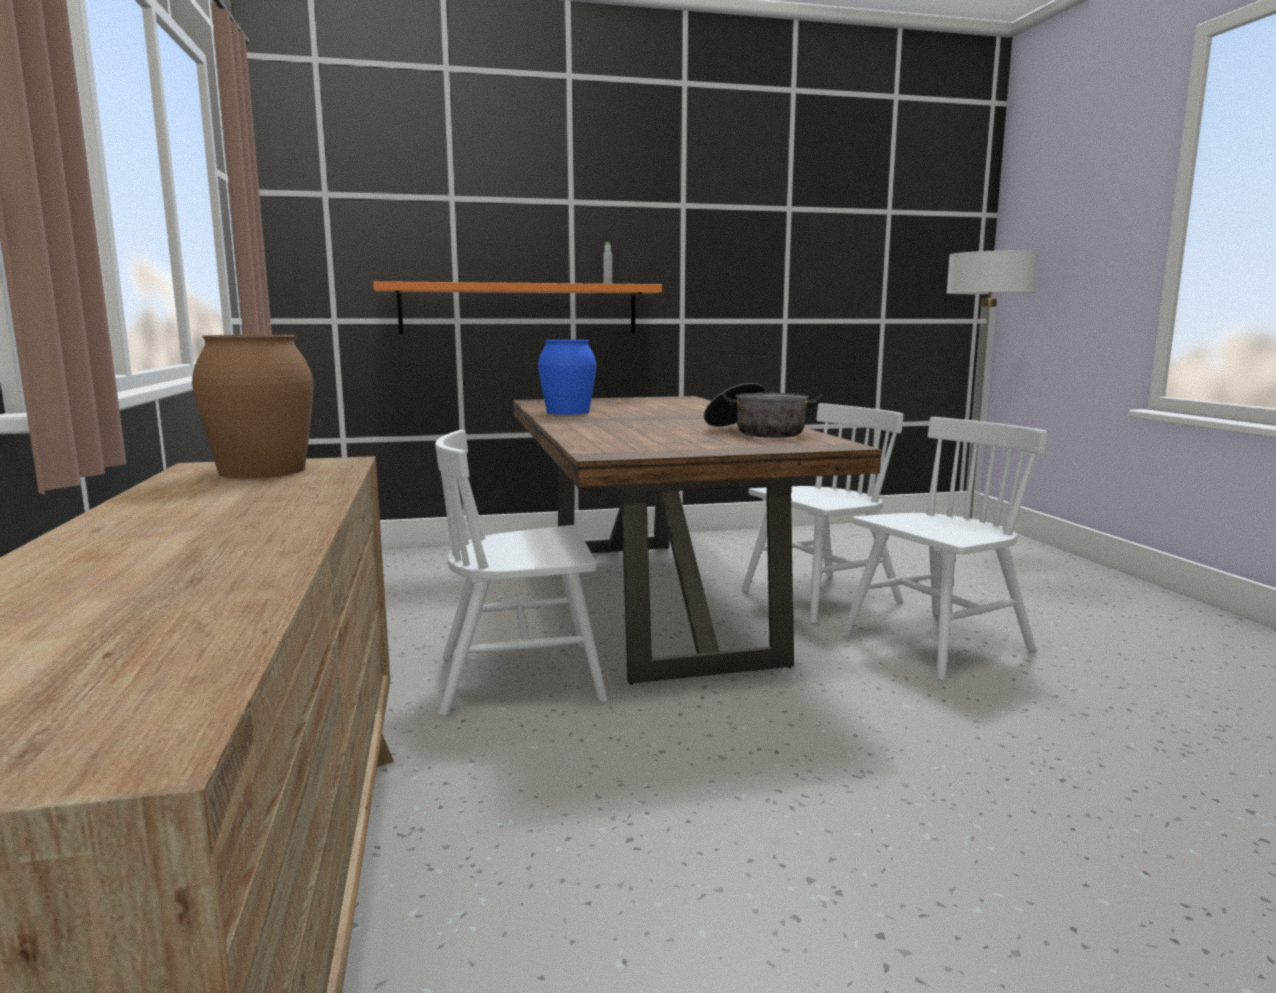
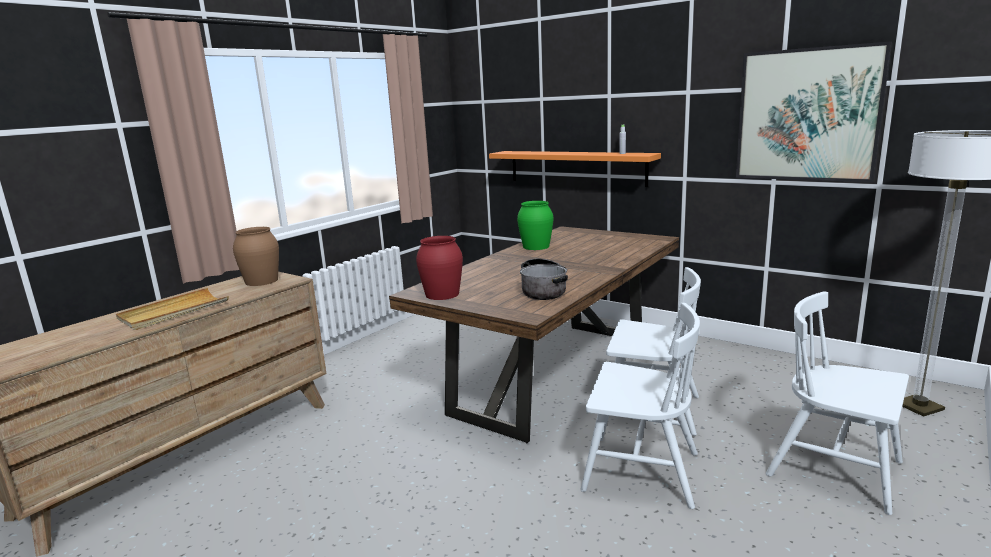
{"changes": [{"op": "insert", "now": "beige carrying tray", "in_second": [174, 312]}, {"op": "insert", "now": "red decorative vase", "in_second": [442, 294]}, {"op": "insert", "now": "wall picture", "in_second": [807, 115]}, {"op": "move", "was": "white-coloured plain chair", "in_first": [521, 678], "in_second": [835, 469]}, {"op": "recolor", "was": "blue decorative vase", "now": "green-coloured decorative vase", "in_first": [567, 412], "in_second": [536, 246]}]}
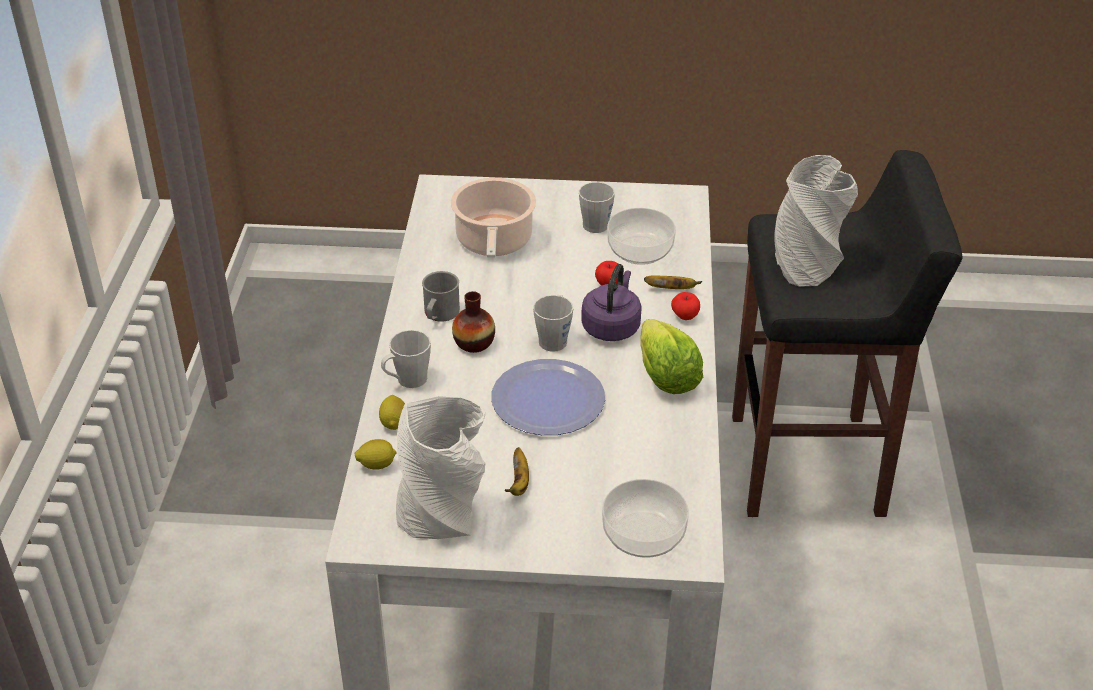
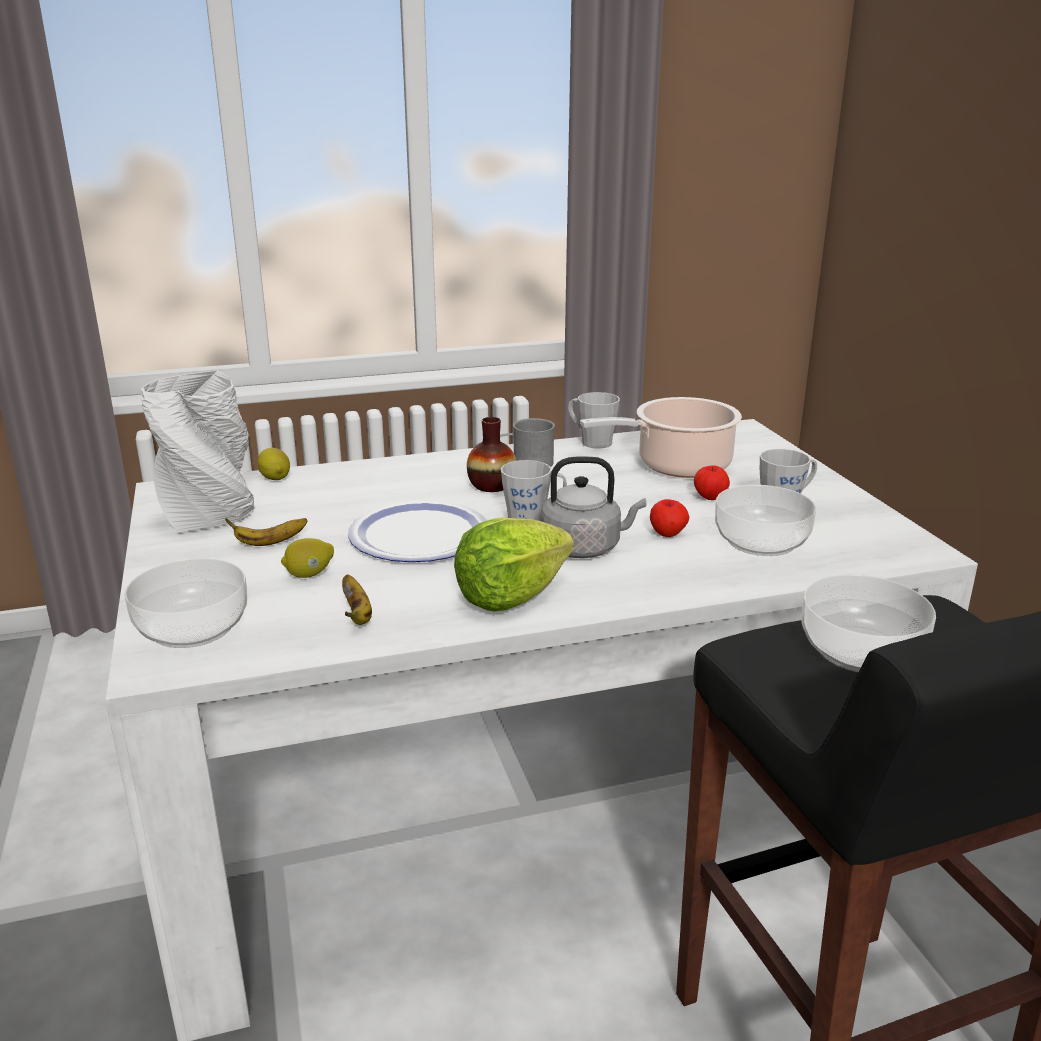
{"changes": [{"op": "move", "was": "whole lemon", "in_first": [394, 423], "in_second": [309, 574]}, {"op": "move", "was": "grey coffee mug", "in_first": [407, 380], "in_second": [591, 442]}, {"op": "move", "was": "banana fruit", "in_first": [671, 289], "in_second": [357, 615]}, {"op": "move", "was": "whole apple", "in_first": [684, 316], "in_second": [710, 497]}, {"op": "replace", "was": "grey decorative vase", "now": "bowl", "in_first": [806, 264], "in_second": [860, 649]}, {"op": "recolor", "was": "purple kettle", "now": "grey kettle", "in_first": [611, 326], "in_second": [585, 548]}]}
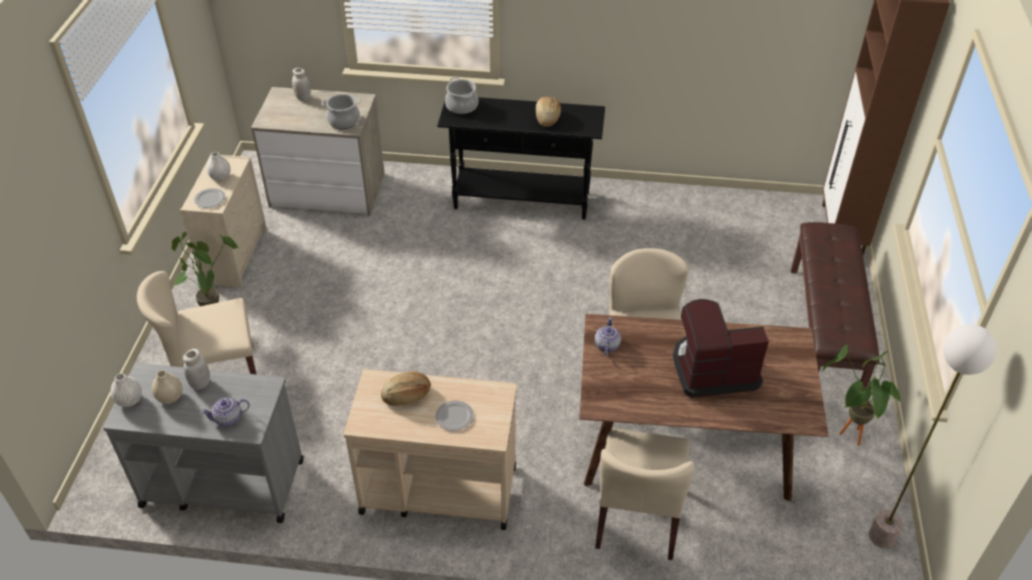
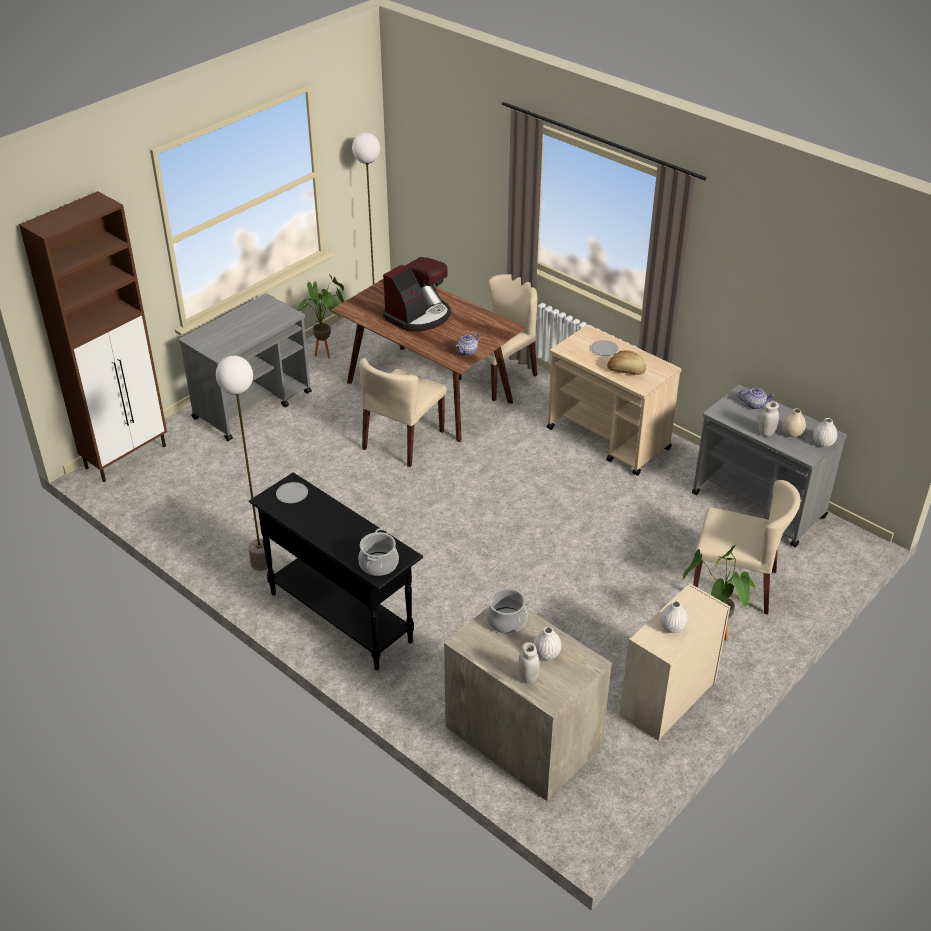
{"changes": [{"op": "delete", "was": "bakery bread", "in_first": [547, 117]}, {"op": "insert", "now": "standard lamp", "in_second": [261, 562]}, {"op": "insert", "now": "white-coloured decorative vase", "in_second": [546, 654]}, {"op": "move", "was": "plate", "in_first": [210, 199], "in_second": [291, 494]}, {"op": "replace", "was": "brown-coloured indoor bench", "now": "grey trolley", "in_first": [824, 333], "in_second": [253, 405]}, {"op": "rotate", "was": "coffee maker", "in_first": [713, 369], "in_second": [419, 316], "clockwise": -75}]}
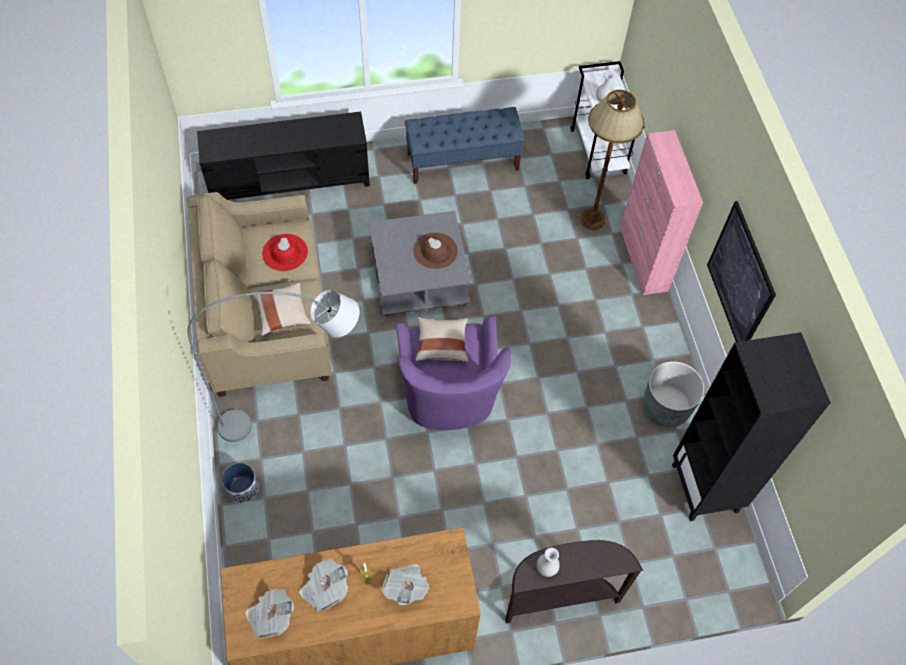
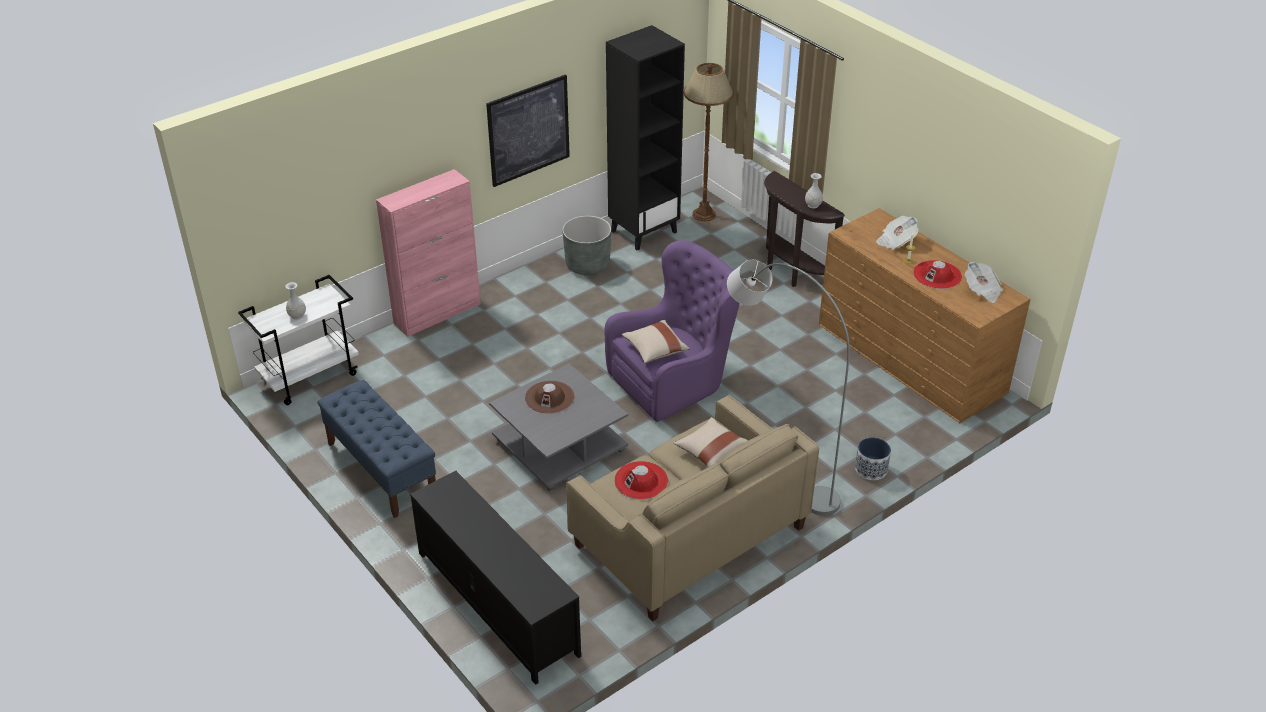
{"changes": [{"op": "move", "was": "brown-coloured standard lamp", "in_first": [592, 219], "in_second": [704, 214]}, {"op": "replace", "was": "newspaper", "now": "red wearable hat", "in_first": [324, 589], "in_second": [937, 275]}]}
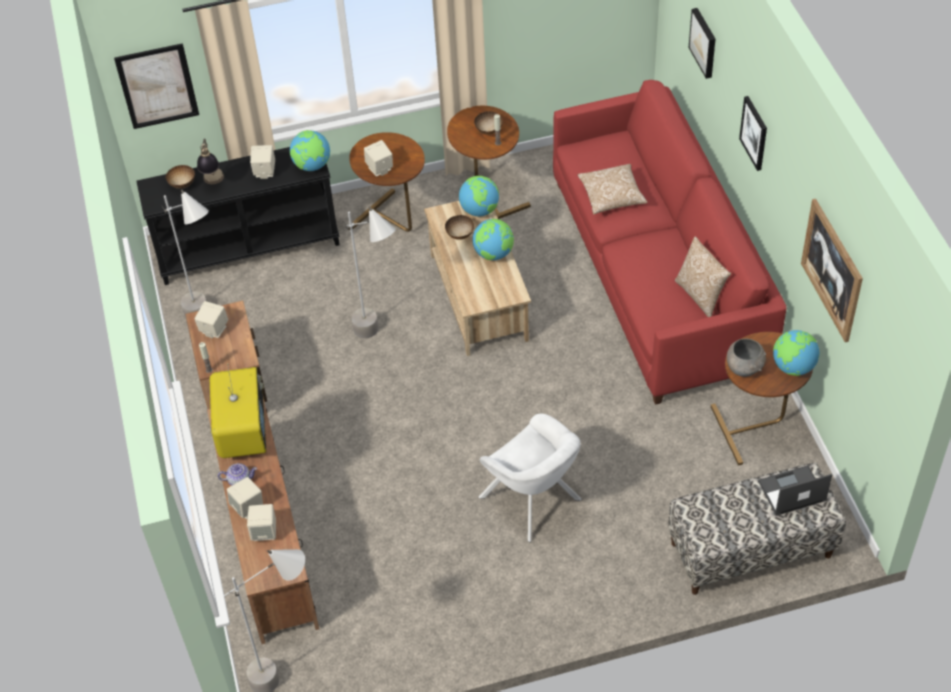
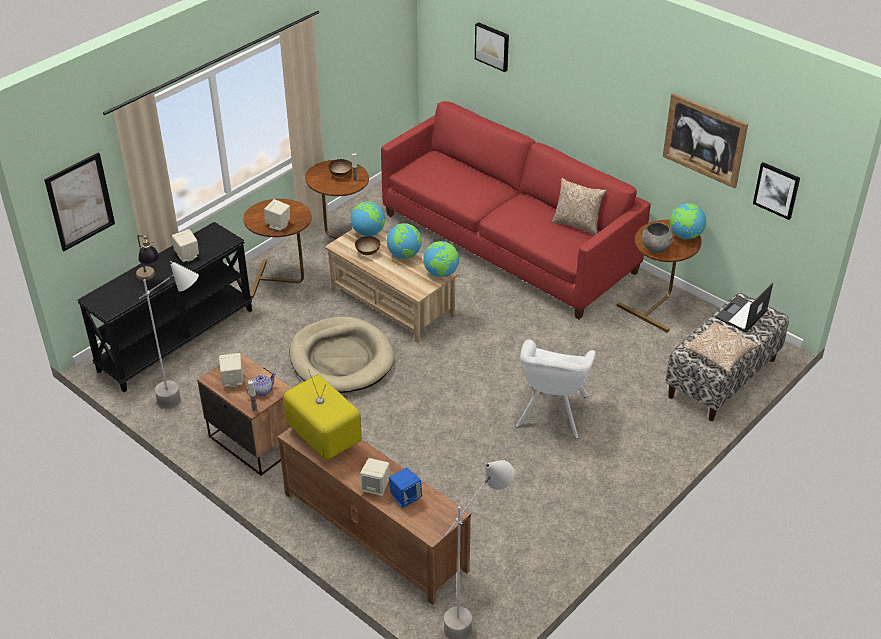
{"changes": [{"op": "delete", "was": "bowl", "in_first": [182, 184]}, {"op": "move", "was": "tea pot", "in_first": [239, 480], "in_second": [262, 391]}, {"op": "move", "was": "desk globe", "in_first": [312, 166], "in_second": [441, 273]}, {"op": "move", "was": "cushion", "in_first": [611, 196], "in_second": [719, 354]}, {"op": "move", "was": "wall picture", "in_first": [754, 133], "in_second": [776, 190]}, {"op": "replace", "was": "grey standard lamp", "now": "beige dog cushion", "in_first": [380, 339], "in_second": [341, 359]}, {"op": "recolor", "was": "beige speaker", "now": "blue speaker", "in_first": [264, 532], "in_second": [405, 497]}, {"op": "rotate", "was": "white-coloured easy chair", "in_first": [533, 501], "in_second": [551, 414], "clockwise": 90}]}
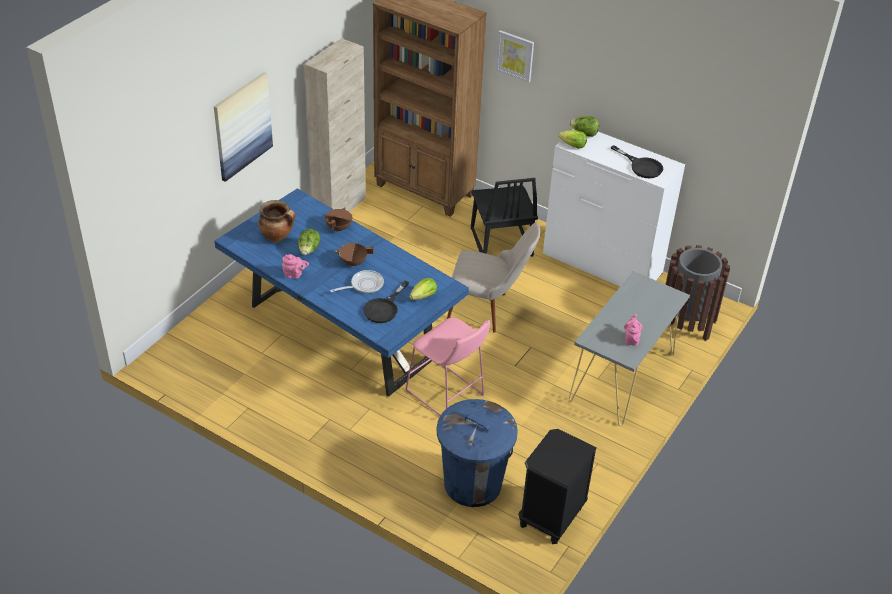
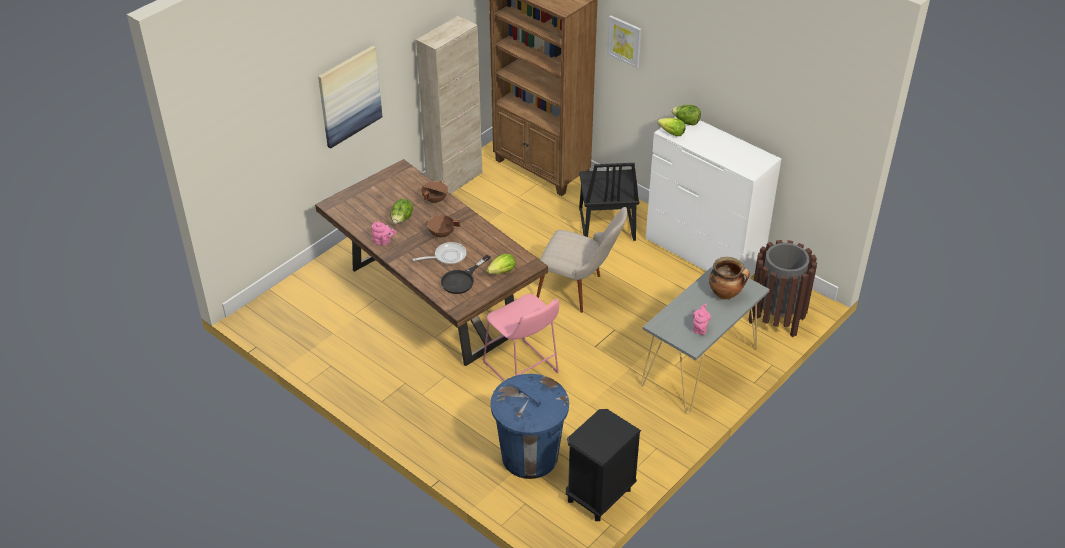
{"changes": [{"op": "delete", "was": "blackish skillet", "in_first": [641, 166]}, {"op": "move", "was": "saucepot", "in_first": [277, 237], "in_second": [726, 294]}, {"op": "recolor", "was": "blue dining table", "now": "brown-coloured dining table", "in_first": [340, 332], "in_second": [432, 301]}]}
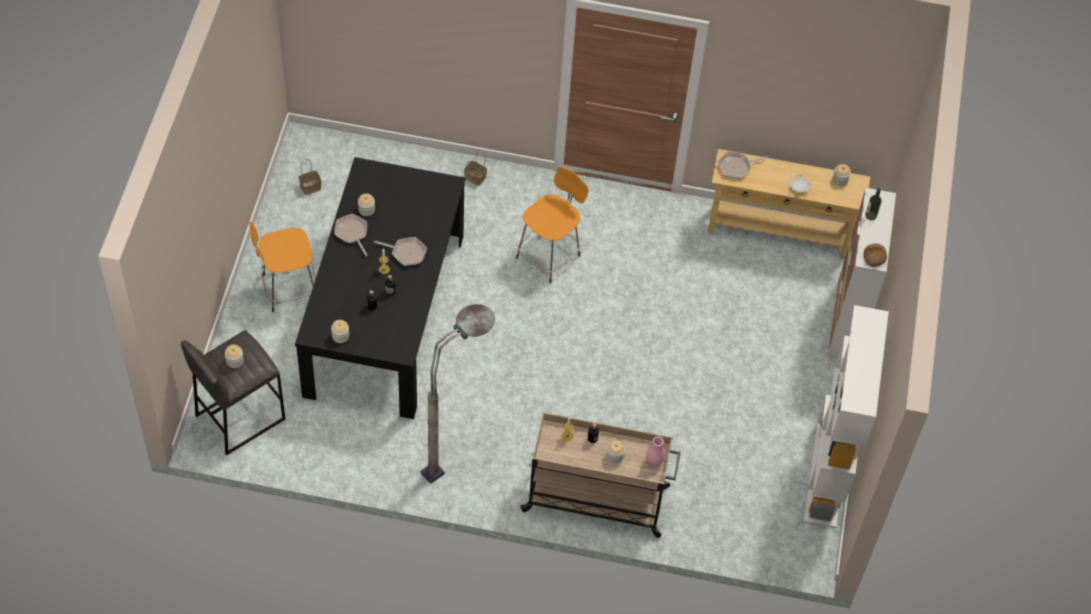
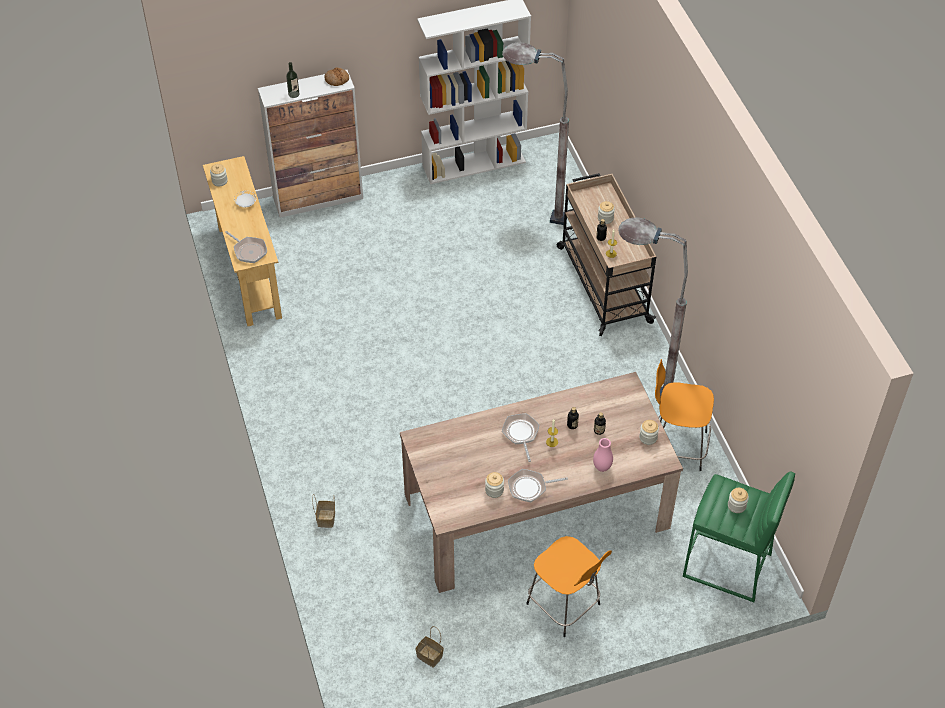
{"changes": [{"op": "insert", "now": "grey standard lamp", "in_second": [527, 213]}, {"op": "move", "was": "orange-coloured stool", "in_first": [549, 255], "in_second": [677, 446]}, {"op": "move", "was": "pink decorative vase", "in_first": [654, 461], "in_second": [602, 467]}, {"op": "recolor", "was": "grey stool", "now": "green-coloured stool", "in_first": [239, 417], "in_second": [727, 566]}, {"op": "recolor", "was": "blackish dining table", "now": "beige dining table", "in_first": [385, 314], "in_second": [536, 511]}, {"op": "rotate", "was": "skillet", "in_first": [352, 233], "in_second": [530, 487], "clockwise": 45}]}
